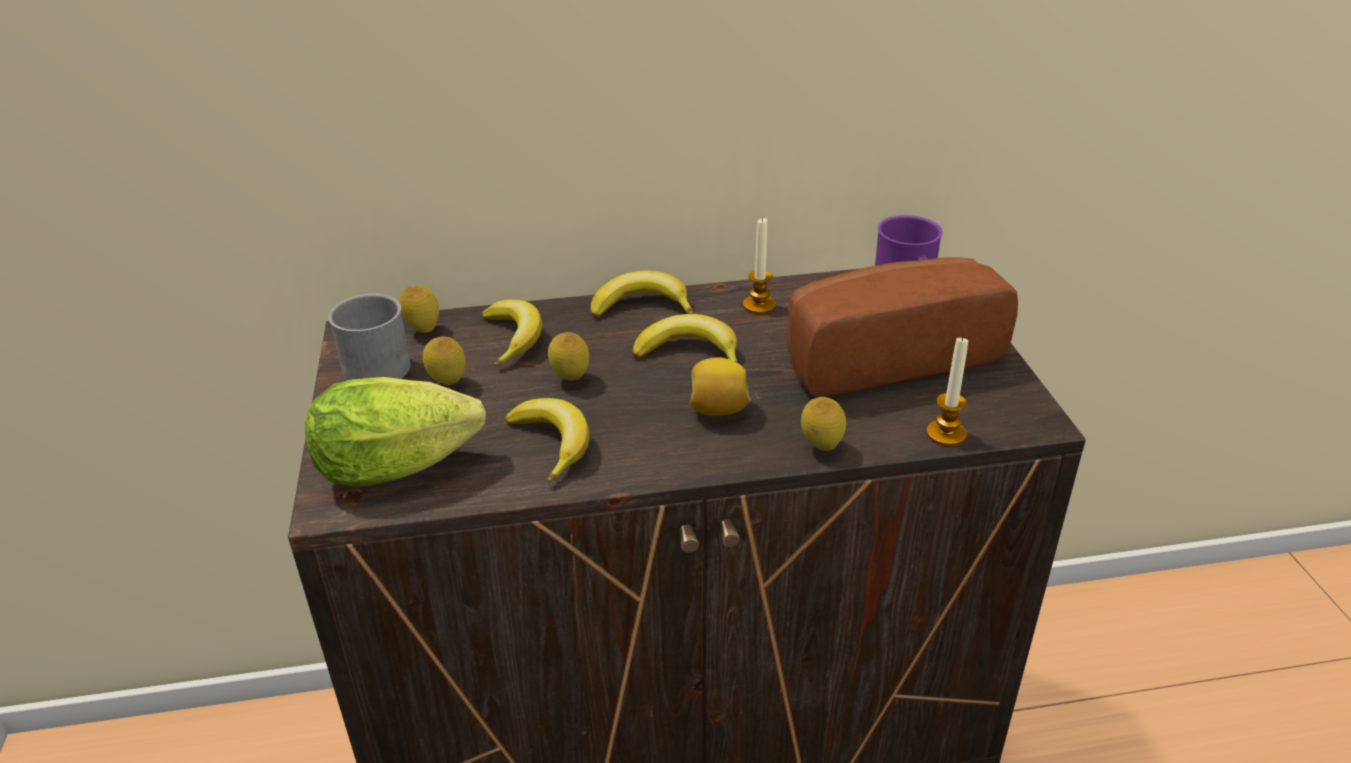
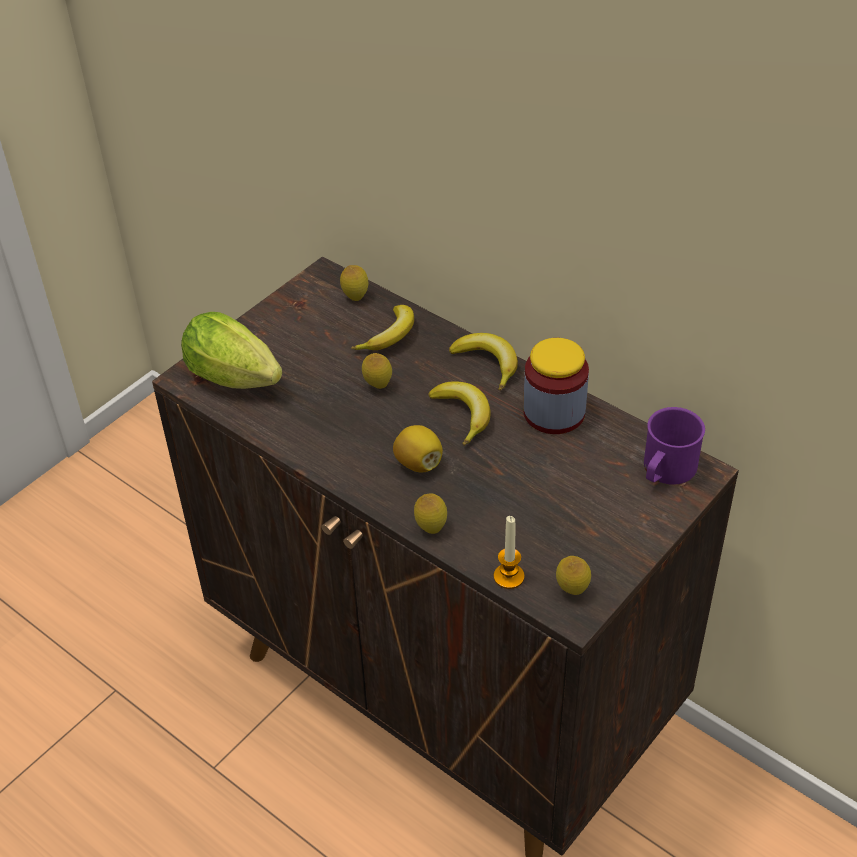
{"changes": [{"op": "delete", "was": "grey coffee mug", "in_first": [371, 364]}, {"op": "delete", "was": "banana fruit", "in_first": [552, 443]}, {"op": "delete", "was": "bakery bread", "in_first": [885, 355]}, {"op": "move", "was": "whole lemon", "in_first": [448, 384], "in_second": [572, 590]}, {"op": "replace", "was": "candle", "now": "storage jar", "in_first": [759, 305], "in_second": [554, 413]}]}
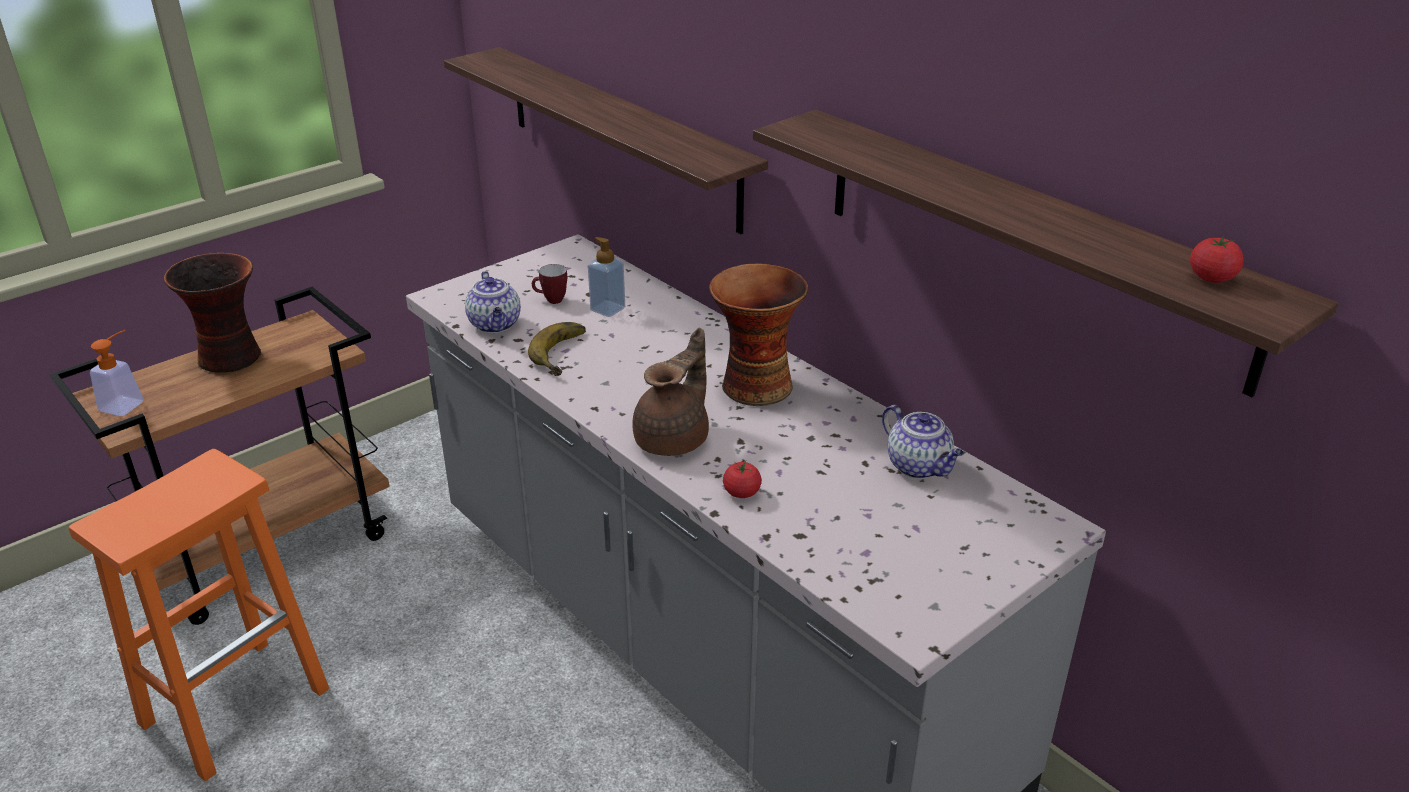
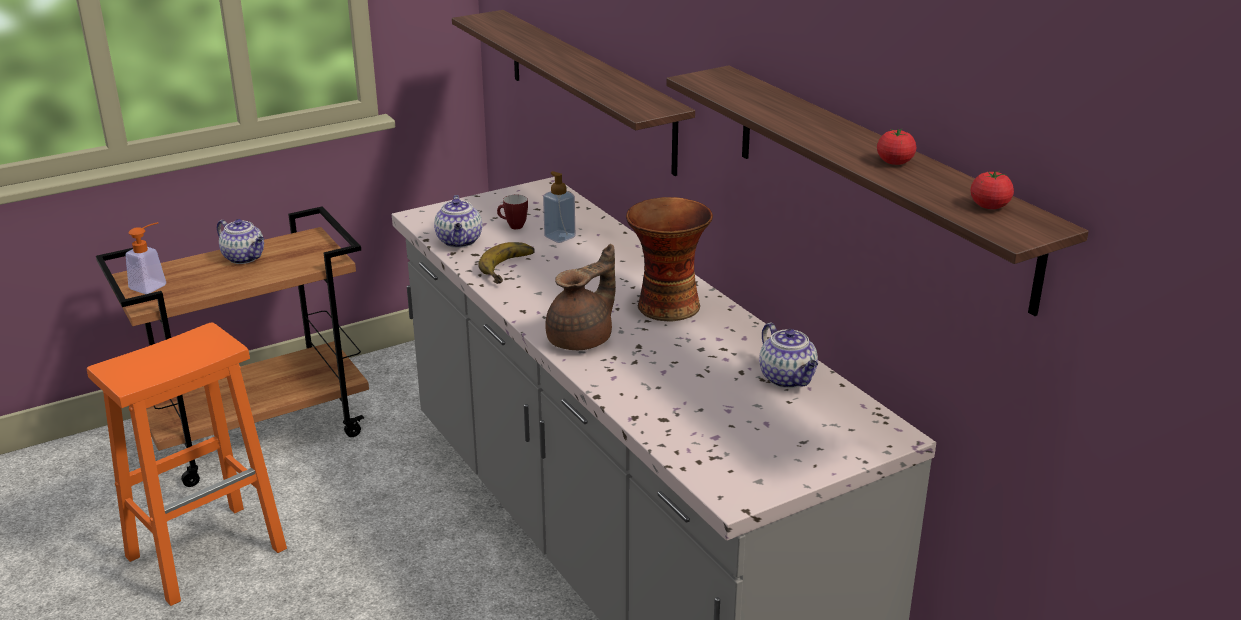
{"changes": [{"op": "move", "was": "whole tomato", "in_first": [741, 492], "in_second": [894, 162]}, {"op": "replace", "was": "decorative vase", "now": "tea pot", "in_first": [232, 357], "in_second": [245, 258]}]}
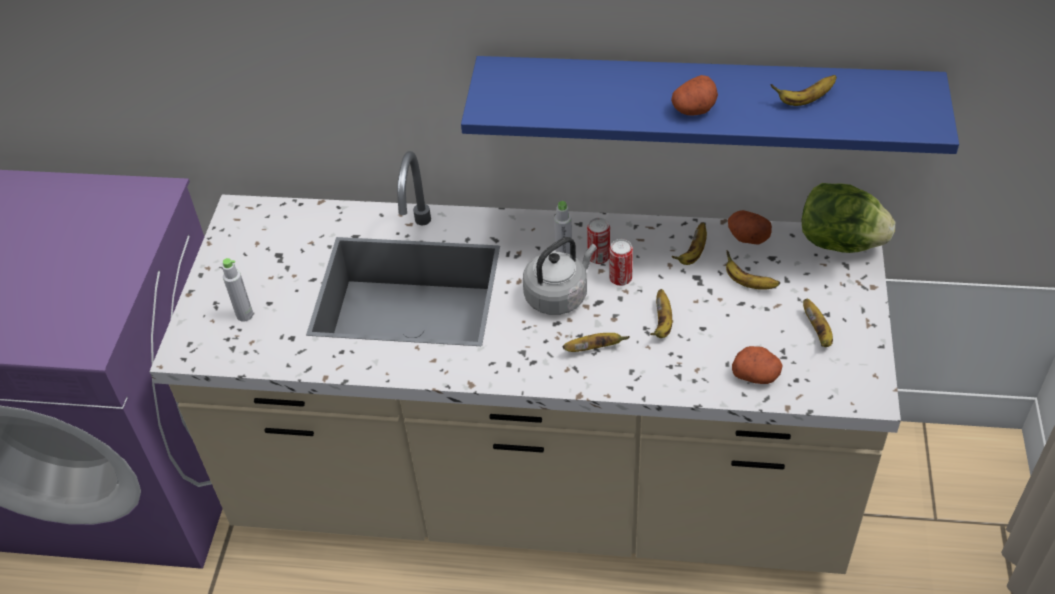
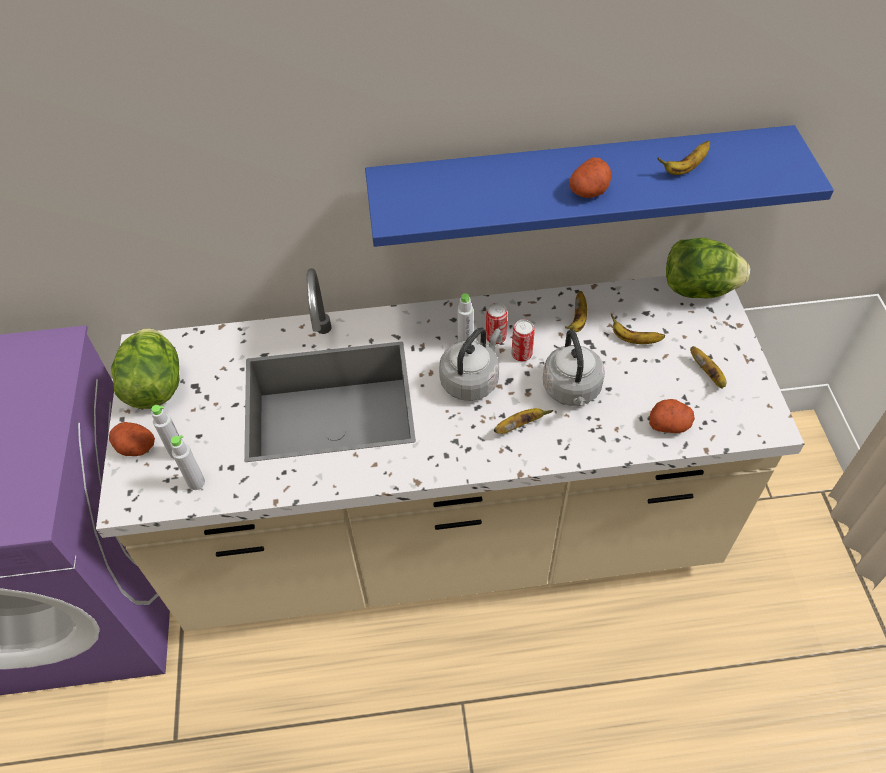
{"changes": [{"op": "insert", "now": "lettuce", "in_second": [155, 386]}, {"op": "insert", "now": "grey beverage bottle", "in_second": [196, 482]}, {"op": "move", "was": "spud", "in_first": [747, 236], "in_second": [134, 446]}, {"op": "replace", "was": "banana fruit", "now": "grey kettle", "in_first": [662, 323], "in_second": [572, 390]}]}
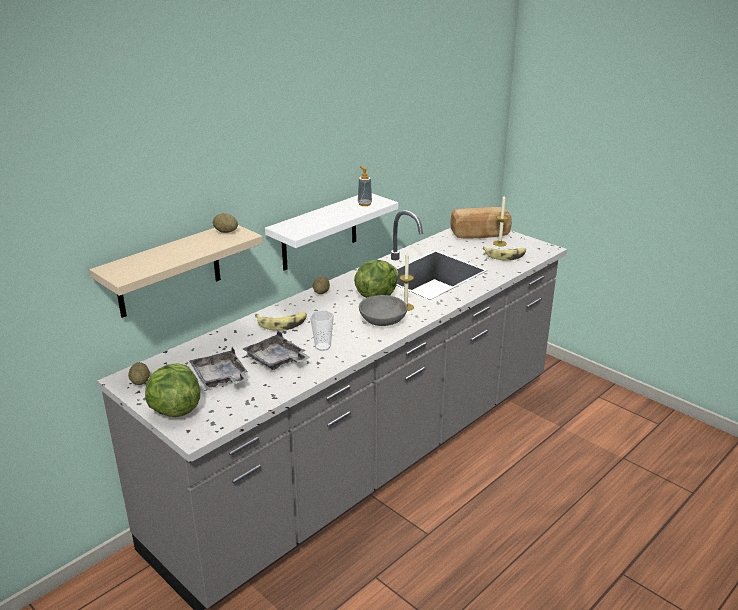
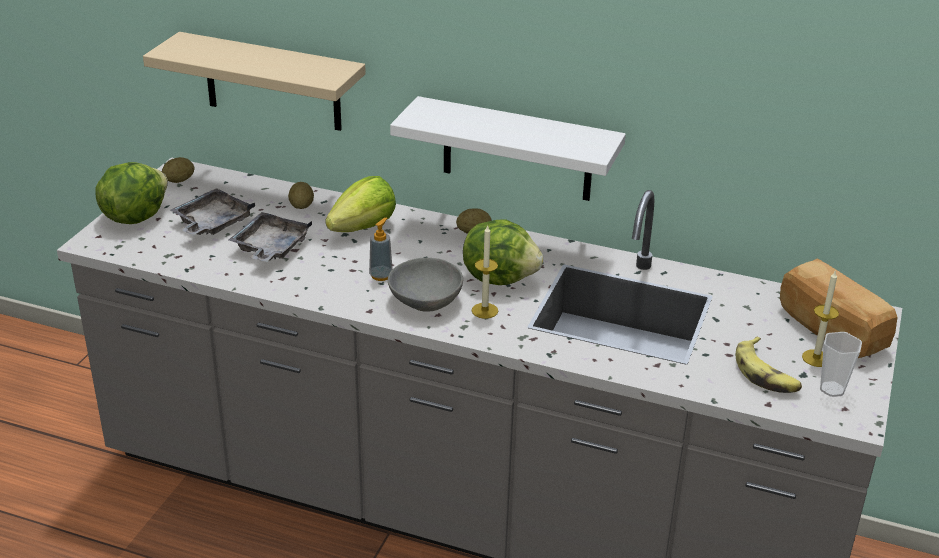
{"changes": [{"op": "move", "was": "spud", "in_first": [226, 232], "in_second": [301, 206]}, {"op": "move", "was": "drinking cup", "in_first": [323, 346], "in_second": [832, 389]}, {"op": "move", "was": "soap dispenser", "in_first": [364, 204], "in_second": [381, 275]}, {"op": "replace", "was": "banana fruit", "now": "lettuce", "in_first": [282, 324], "in_second": [363, 227]}]}
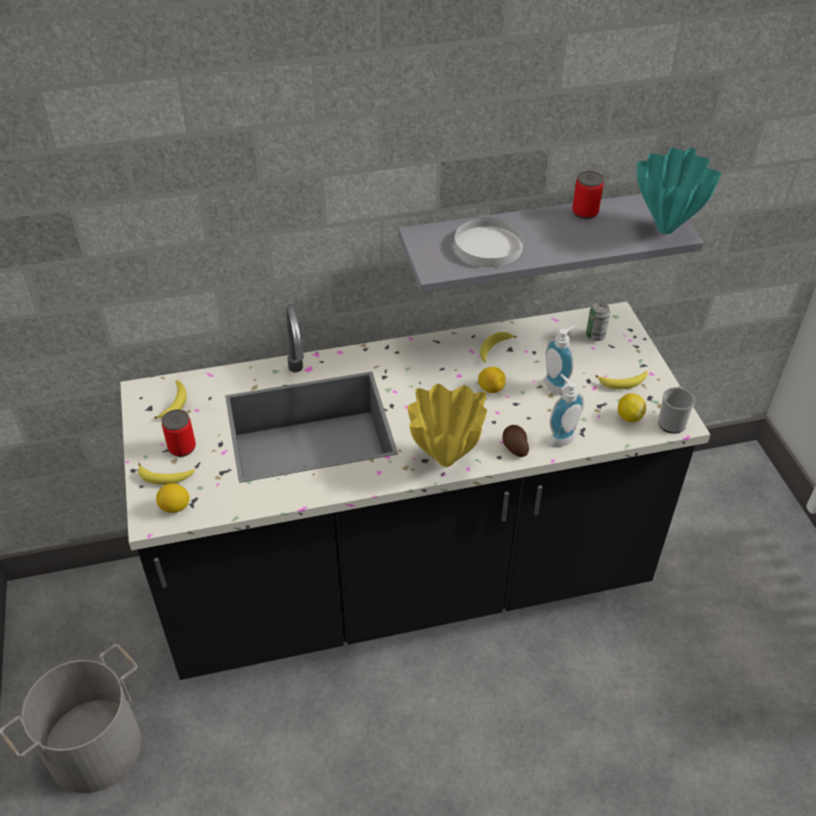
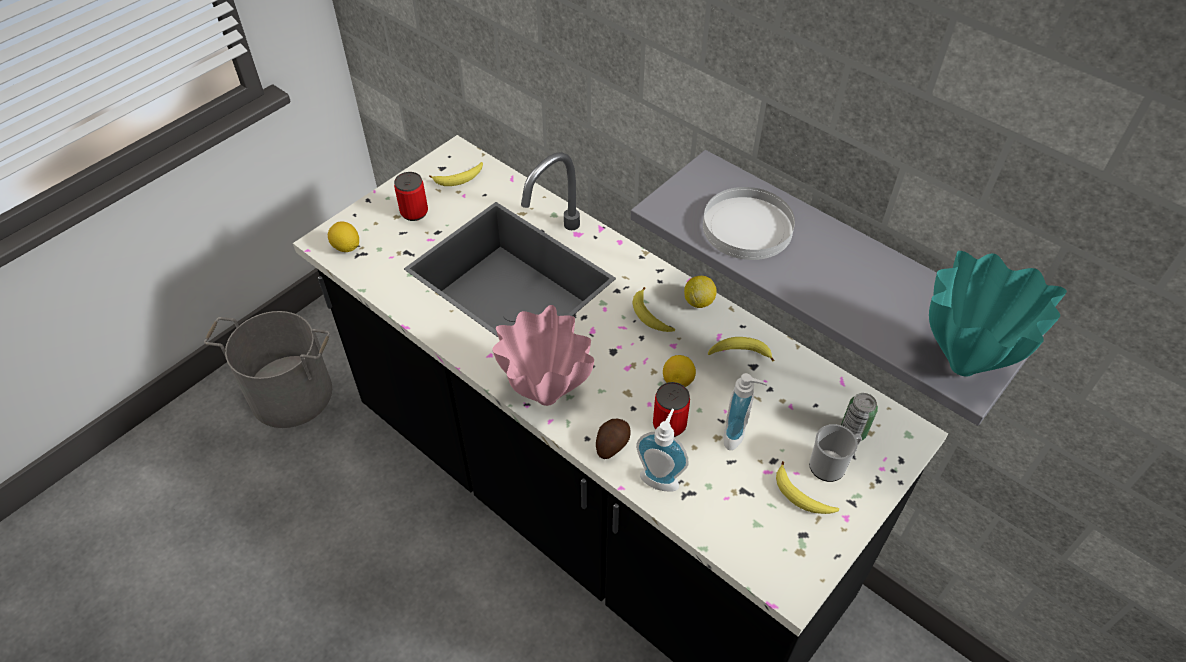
{"changes": [{"op": "move", "was": "banana fruit", "in_first": [165, 477], "in_second": [650, 316]}, {"op": "move", "was": "can", "in_first": [585, 212], "in_second": [669, 424]}, {"op": "move", "was": "whole lemon", "in_first": [629, 417], "in_second": [698, 301]}, {"op": "move", "was": "coffee mug", "in_first": [672, 421], "in_second": [831, 465]}, {"op": "recolor", "was": "yellowish decorative vase", "now": "pink decorative vase", "in_first": [444, 460], "in_second": [545, 396]}]}
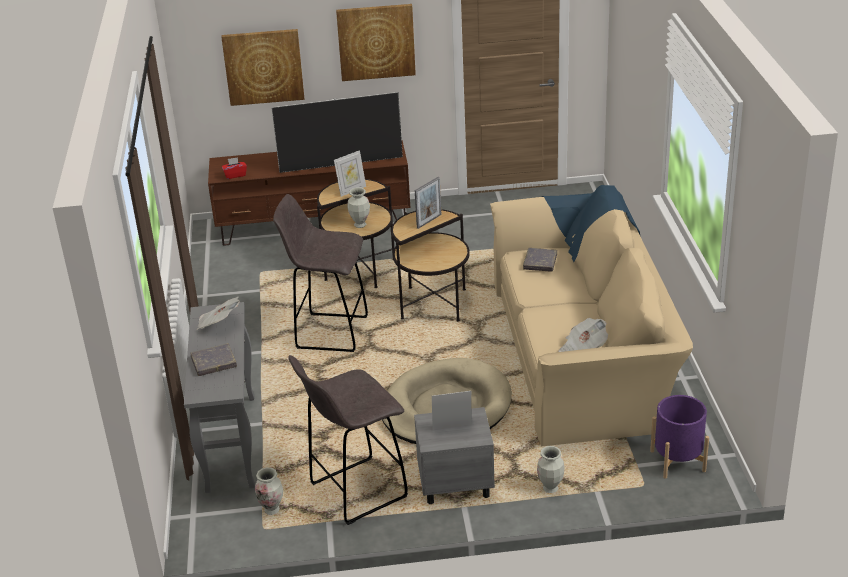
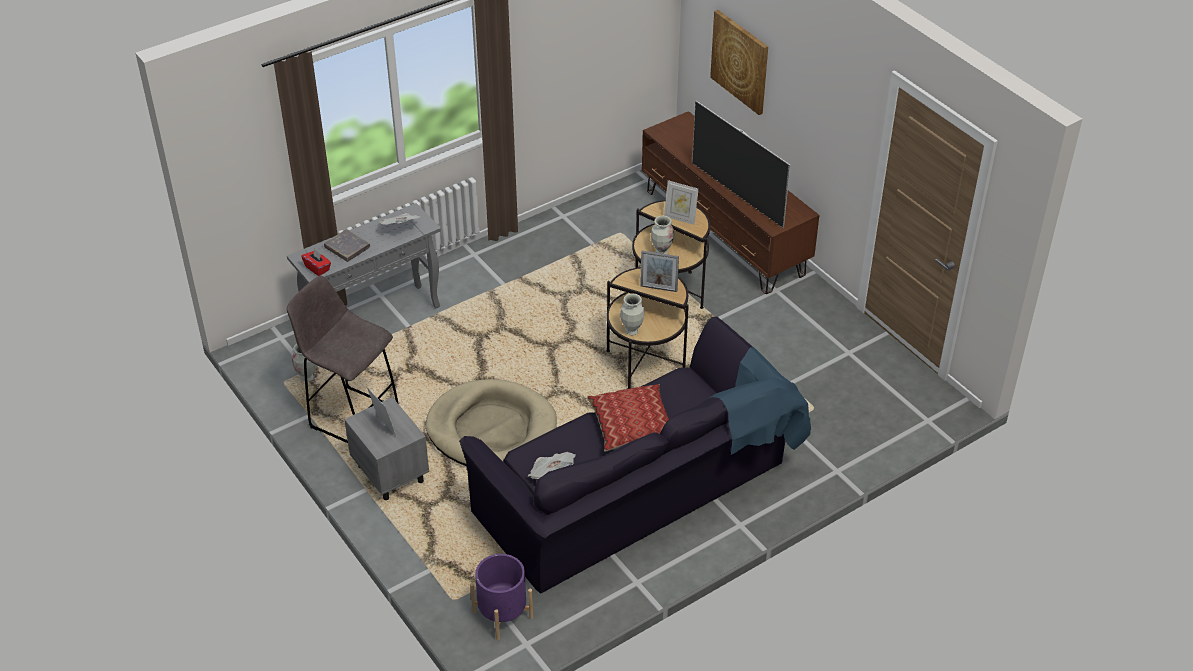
{"changes": [{"op": "delete", "was": "grey stool", "in_first": [329, 332]}, {"op": "delete", "was": "wall picture", "in_first": [376, 42]}, {"op": "delete", "was": "grey bound book", "in_first": [540, 262]}, {"op": "insert", "now": "cushion", "in_second": [632, 425]}, {"op": "move", "was": "red tissue box", "in_first": [235, 175], "in_second": [317, 268]}, {"op": "move", "was": "decorative vase", "in_first": [550, 489], "in_second": [631, 331]}, {"op": "recolor", "was": "beige sofa", "now": "blackish sofa", "in_first": [582, 350], "in_second": [637, 493]}]}
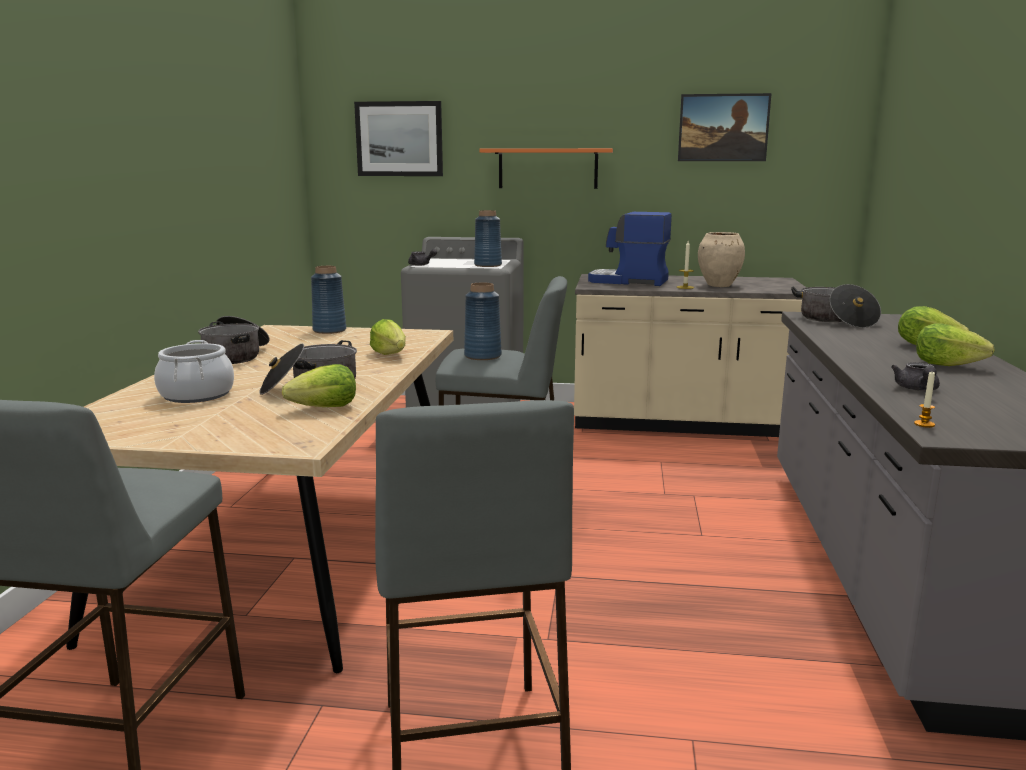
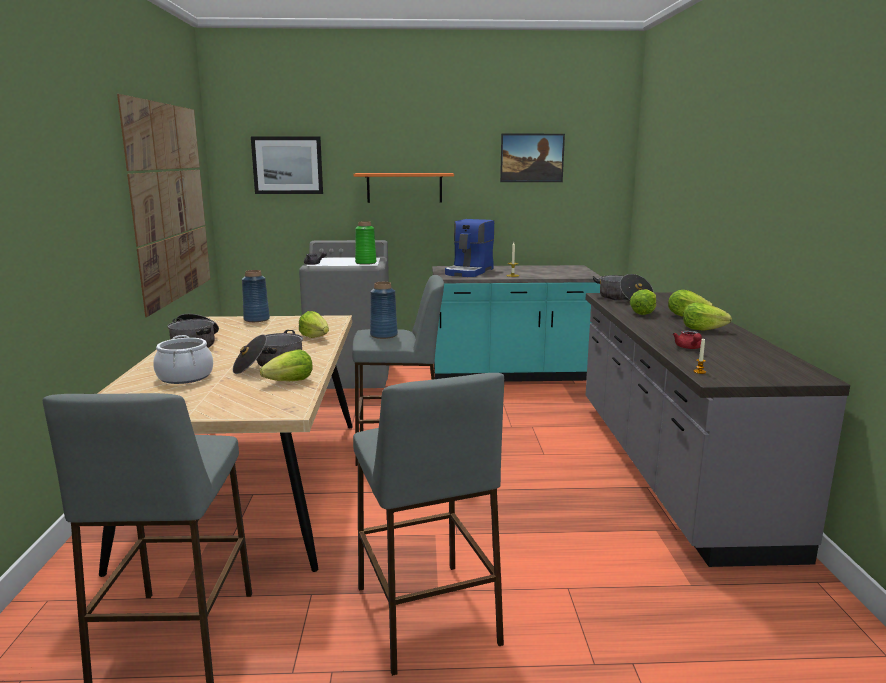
{"changes": [{"op": "delete", "was": "beige decorative vase", "in_first": [719, 285]}, {"op": "insert", "now": "wall picture", "in_second": [170, 203]}, {"op": "insert", "now": "lettuce", "in_second": [643, 313]}, {"op": "recolor", "was": "blue decorative vase", "now": "green-coloured decorative vase", "in_first": [488, 265], "in_second": [366, 263]}, {"op": "recolor", "was": "beige kitchen counter", "now": "turquoise kitchen counter", "in_first": [680, 423], "in_second": [510, 374]}, {"op": "recolor", "was": "grey tea pot", "now": "red tea pot", "in_first": [917, 389], "in_second": [689, 348]}, {"op": "rotate", "was": "coffee maker", "in_first": [628, 281], "in_second": [470, 272], "clockwise": -75}]}
